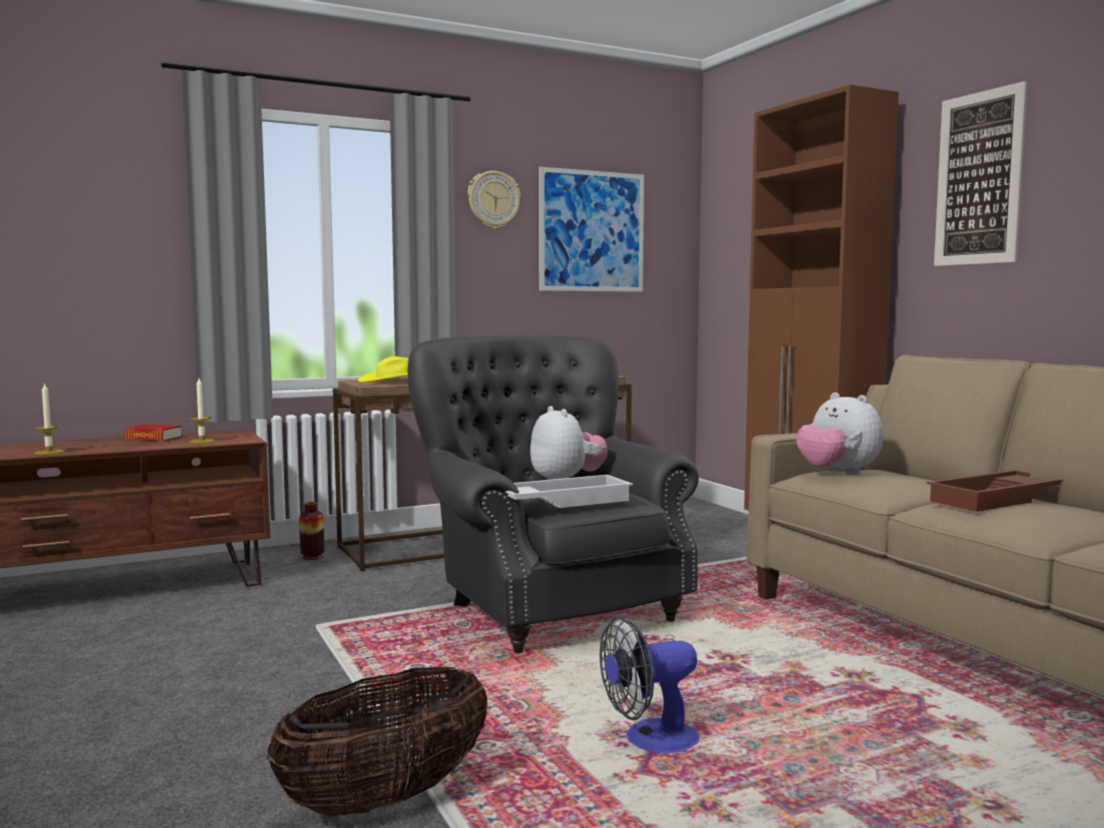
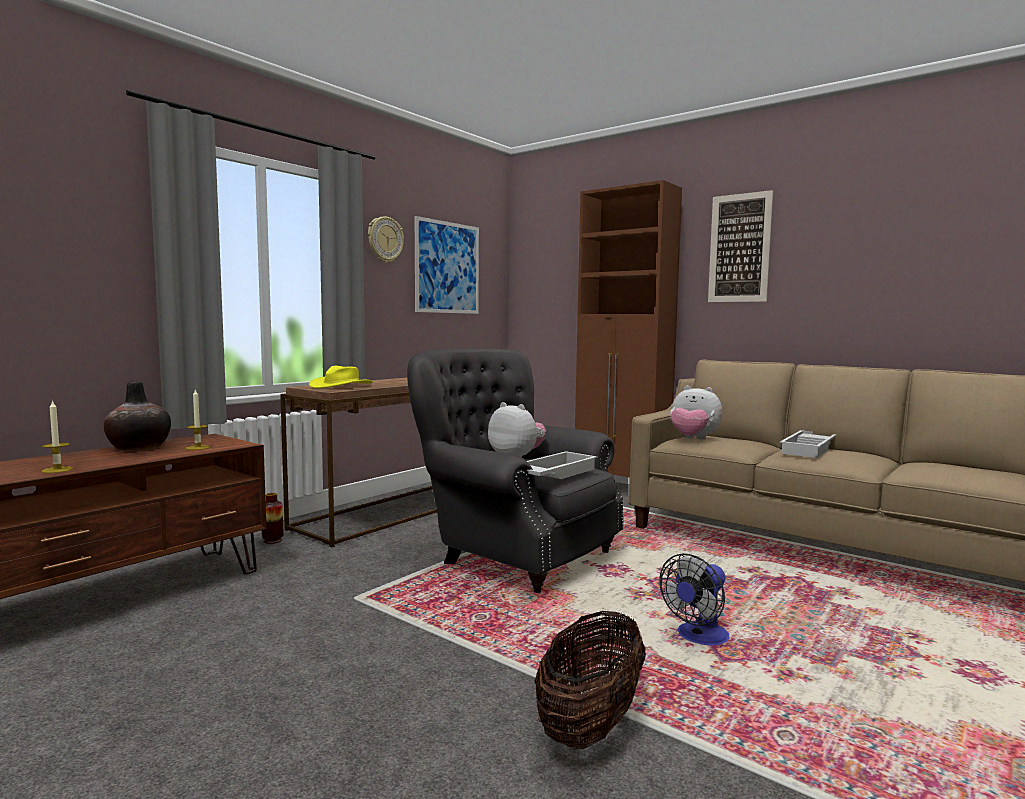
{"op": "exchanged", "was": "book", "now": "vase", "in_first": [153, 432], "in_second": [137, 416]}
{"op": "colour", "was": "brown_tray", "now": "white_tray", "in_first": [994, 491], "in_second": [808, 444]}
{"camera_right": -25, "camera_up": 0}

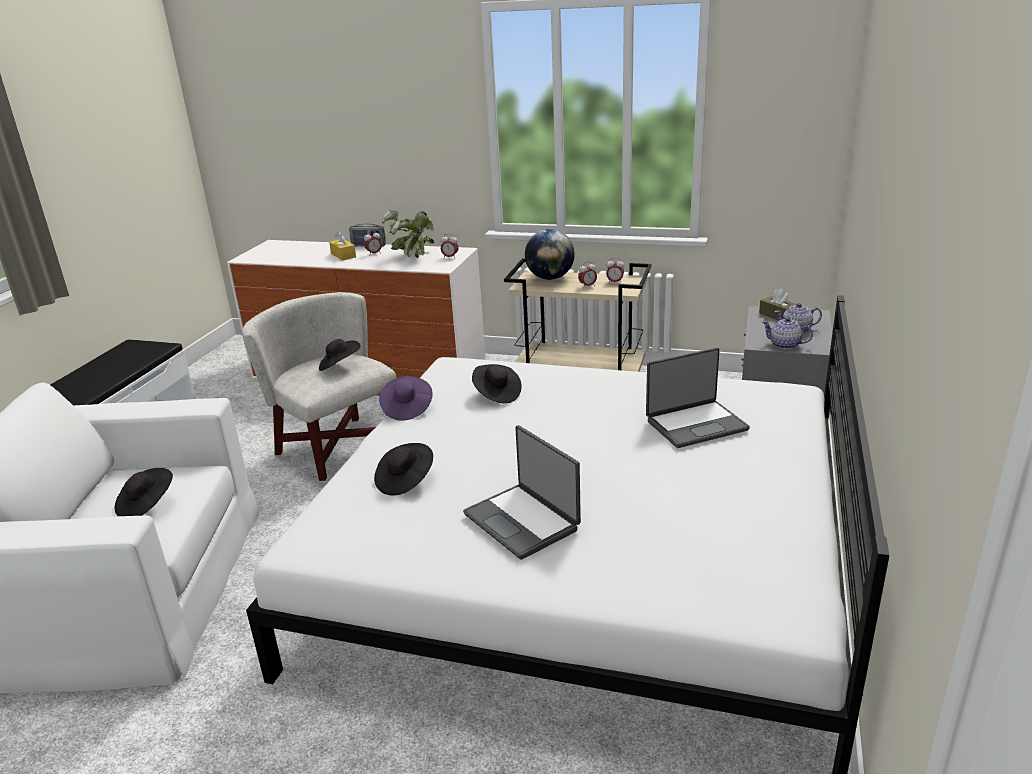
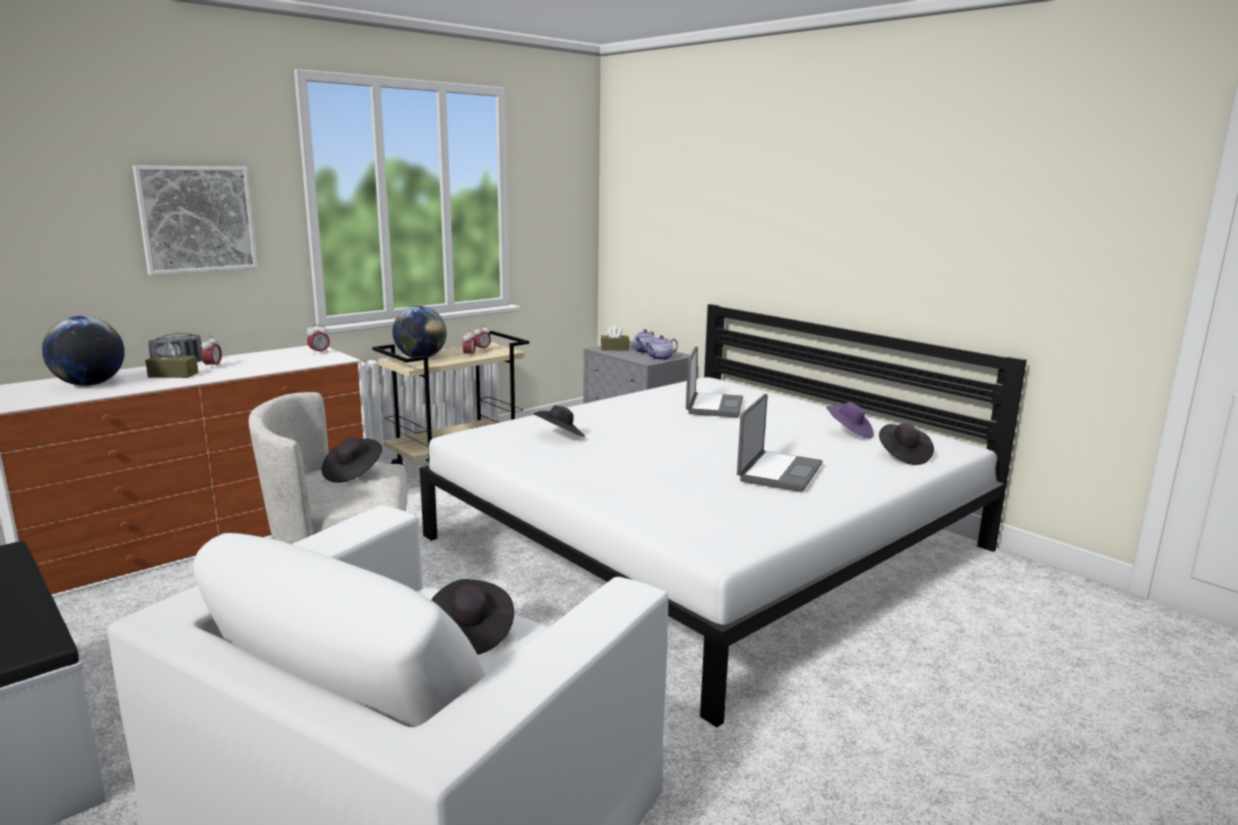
{"op": "missing", "was": "potted_plant", "in_first": [408, 234]}
{"op": "colour", "was": "yellow_tissue_box", "now": "brown_tissue_box", "in_first": [342, 245], "in_second": [171, 360]}
{"op": "relocated", "was": "purple_hat", "in_first": [406, 398], "in_second": [850, 420]}
{"op": "spun", "was": "laptop", "in_first": [522, 492], "in_second": [780, 443], "clockwise": -60}
{"op": "relocated", "was": "black_hat", "in_first": [403, 469], "in_second": [906, 444]}
{"op": "appeared", "now": "picture", "in_second": [195, 220]}
{"op": "appeared", "now": "globe", "in_second": [83, 351]}
{"camera_right": -60, "camera_up": -10}

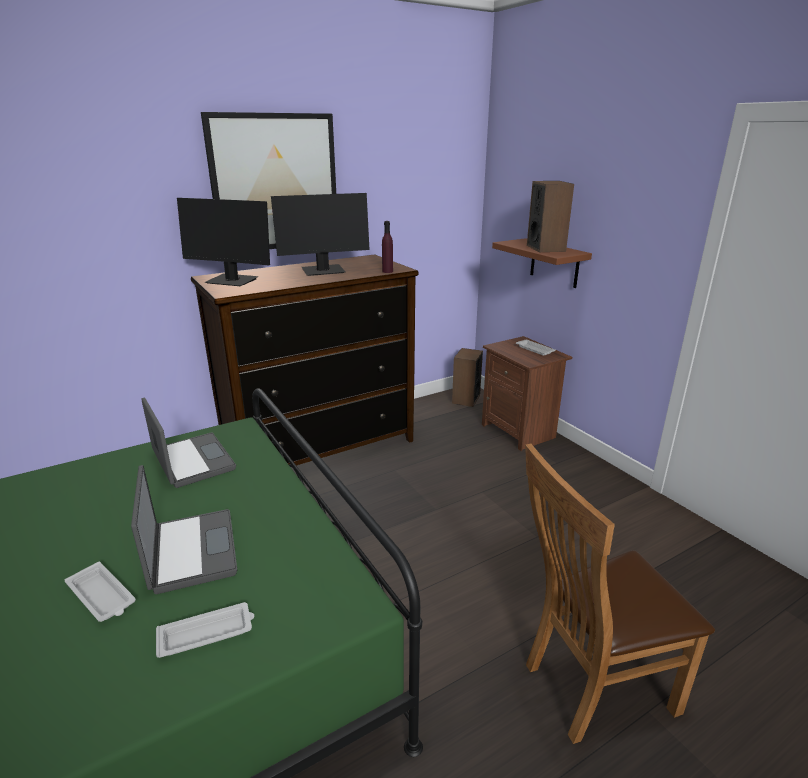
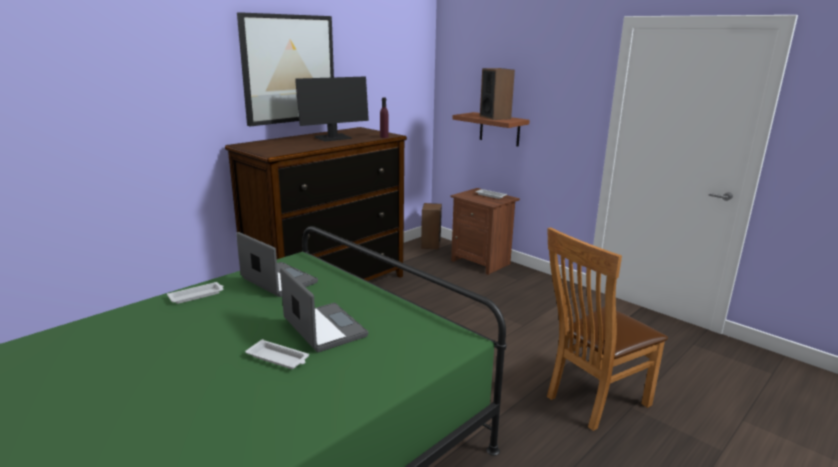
{"op": "missing", "was": "monitor", "in_first": [223, 242]}
{"op": "relocated", "was": "white_tray", "in_first": [205, 630], "in_second": [195, 293]}
{"camera_right": -15, "camera_up": -5}

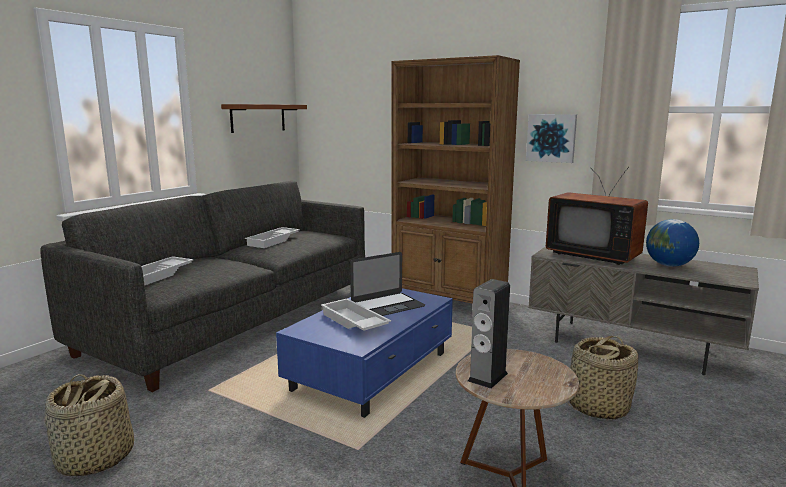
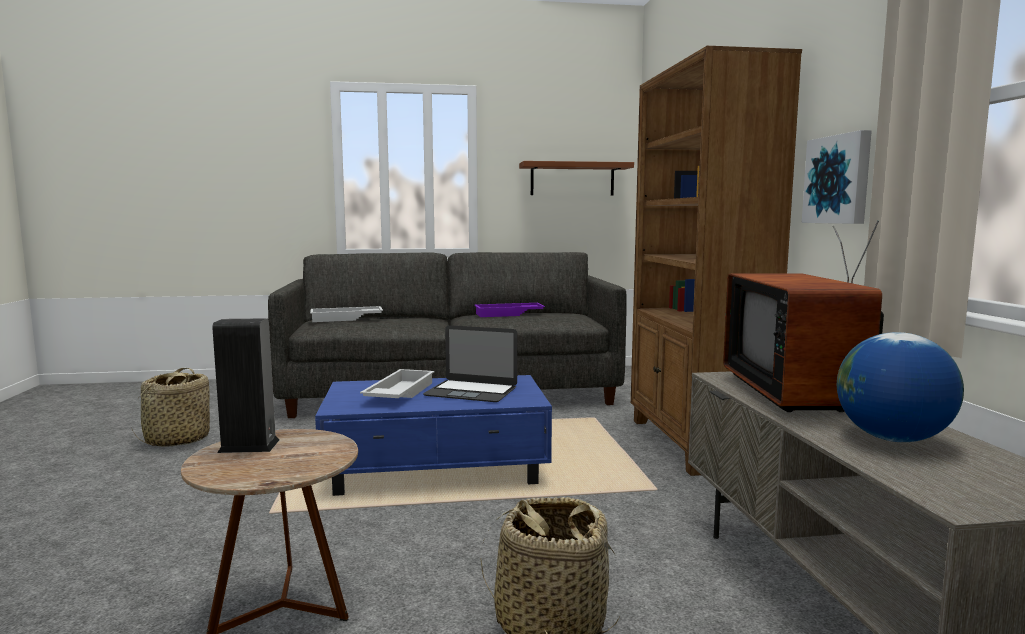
{"op": "colour", "was": "white_tray", "now": "purple_tray", "in_first": [272, 237], "in_second": [509, 310]}
{"camera_right": 50, "camera_up": -5}

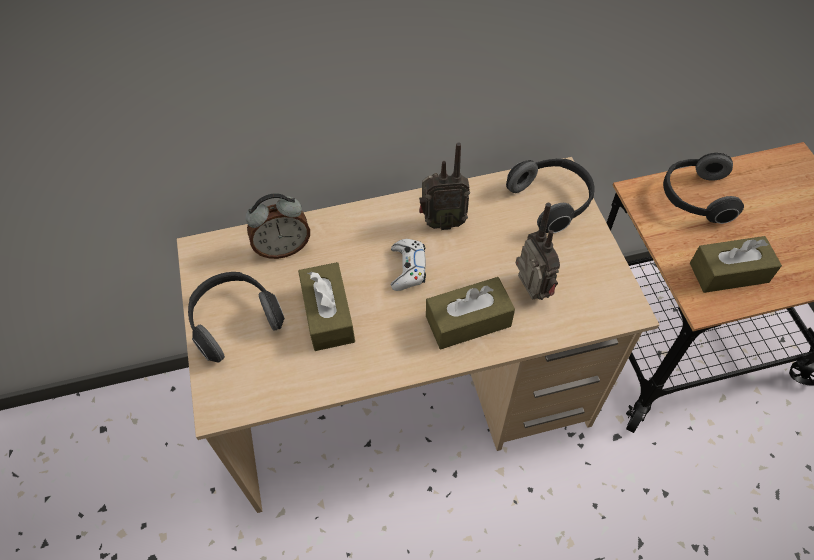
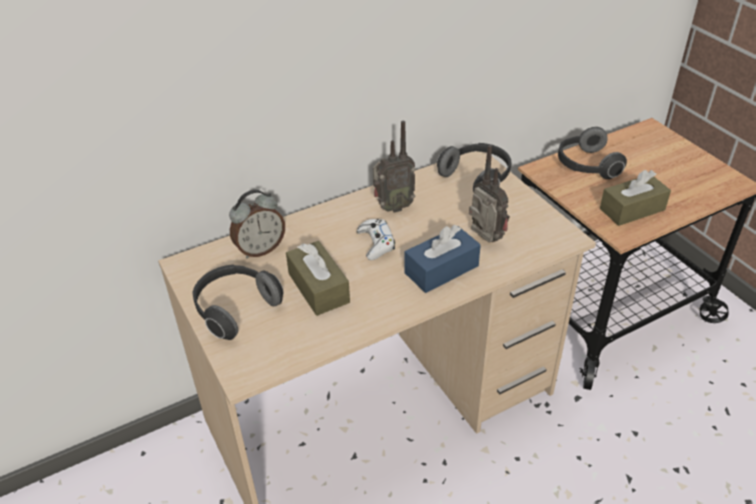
{"op": "colour", "was": "brown_tissue_box", "now": "blue_tissue_box", "in_first": [470, 313], "in_second": [442, 259]}
{"camera_right": -15, "camera_up": -15}

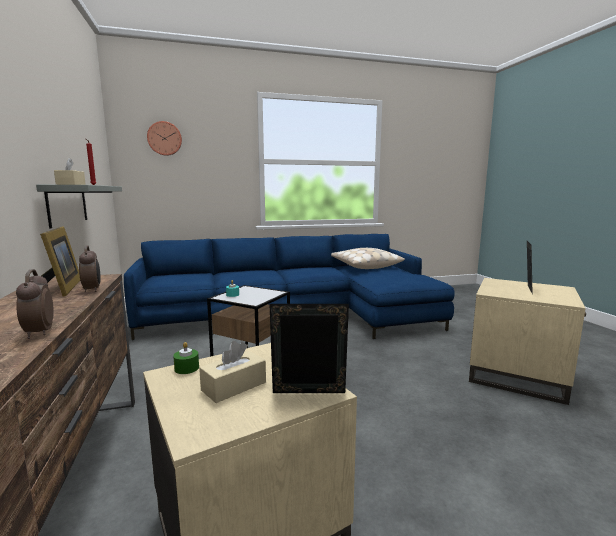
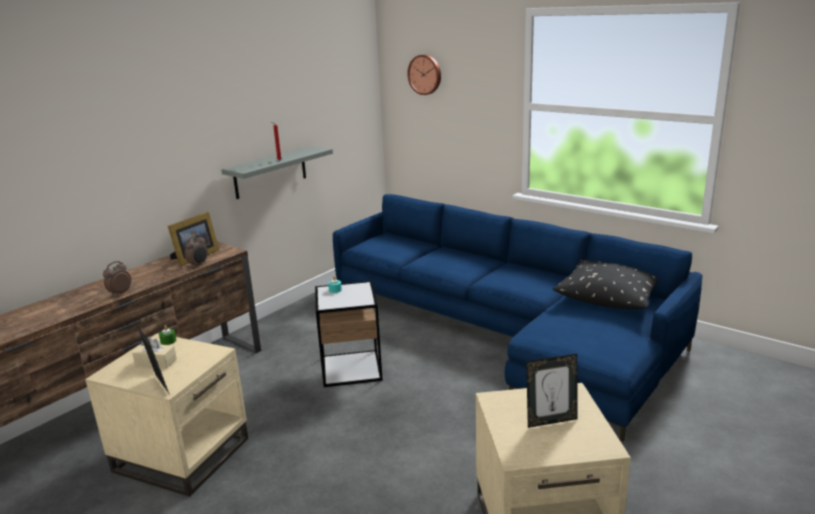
{"op": "missing", "was": "beige_tissue_box", "in_first": [70, 171]}
{"op": "colour", "was": "beige_pillow", "now": "black_pillow", "in_first": [368, 258], "in_second": [605, 284]}
{"camera_right": 55, "camera_up": 10}

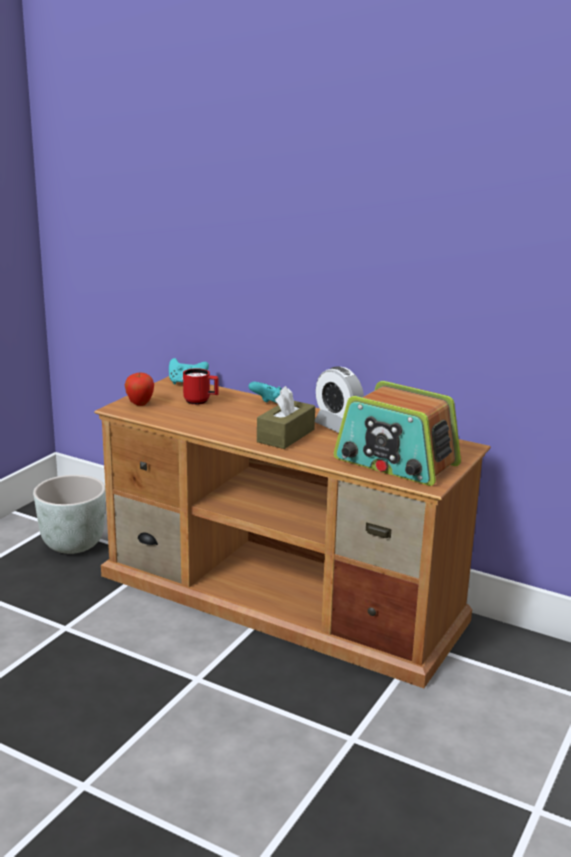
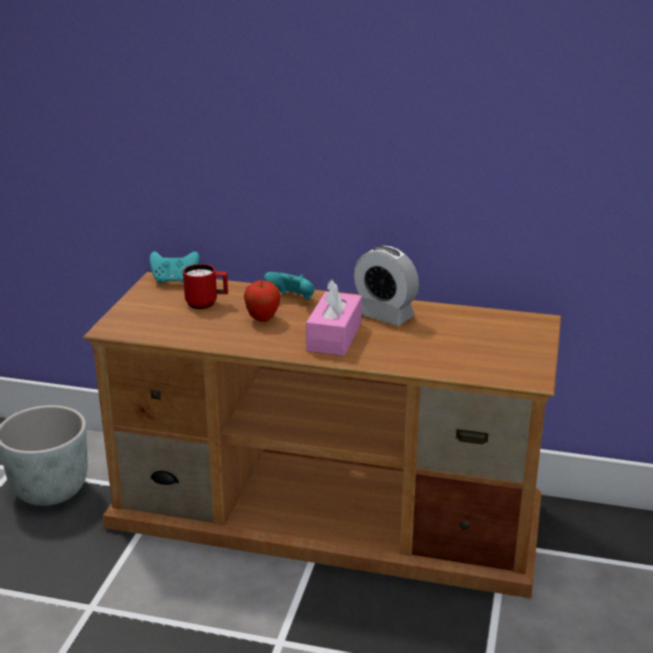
{"op": "relocated", "was": "apple", "in_first": [139, 389], "in_second": [262, 301]}
{"op": "missing", "was": "radio", "in_first": [397, 433]}
{"op": "colour", "was": "brown_tissue_box", "now": "pink_tissue_box", "in_first": [286, 417], "in_second": [334, 317]}
{"camera_right": -15, "camera_up": 5}

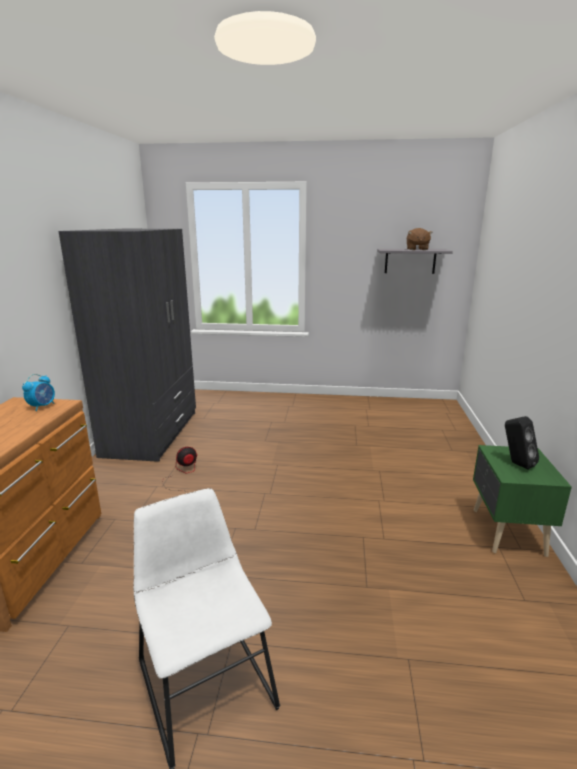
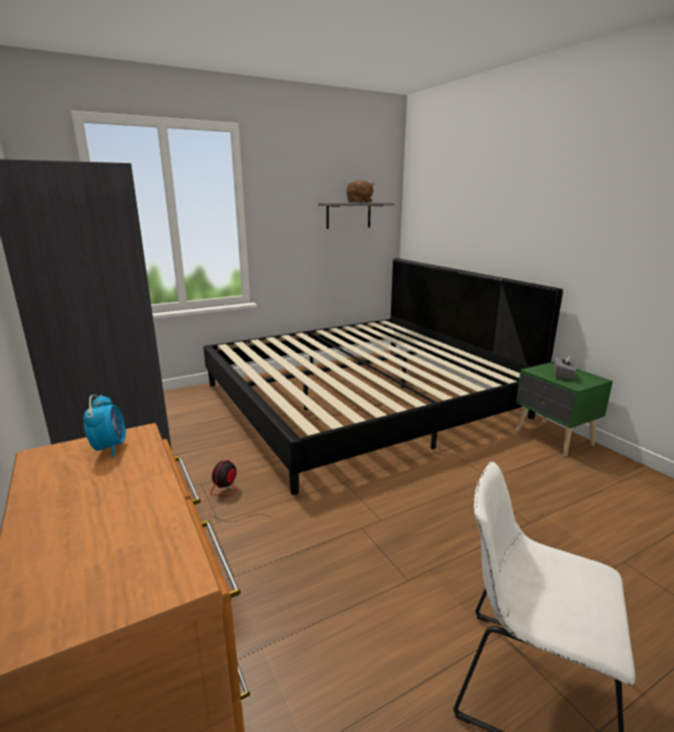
{"op": "exchanged", "was": "black_speaker", "now": "grey_tissue_box", "in_first": [522, 442], "in_second": [565, 367]}
{"op": "appeared", "now": "bed", "in_second": [383, 376]}
{"camera_right": -35, "camera_up": 0}

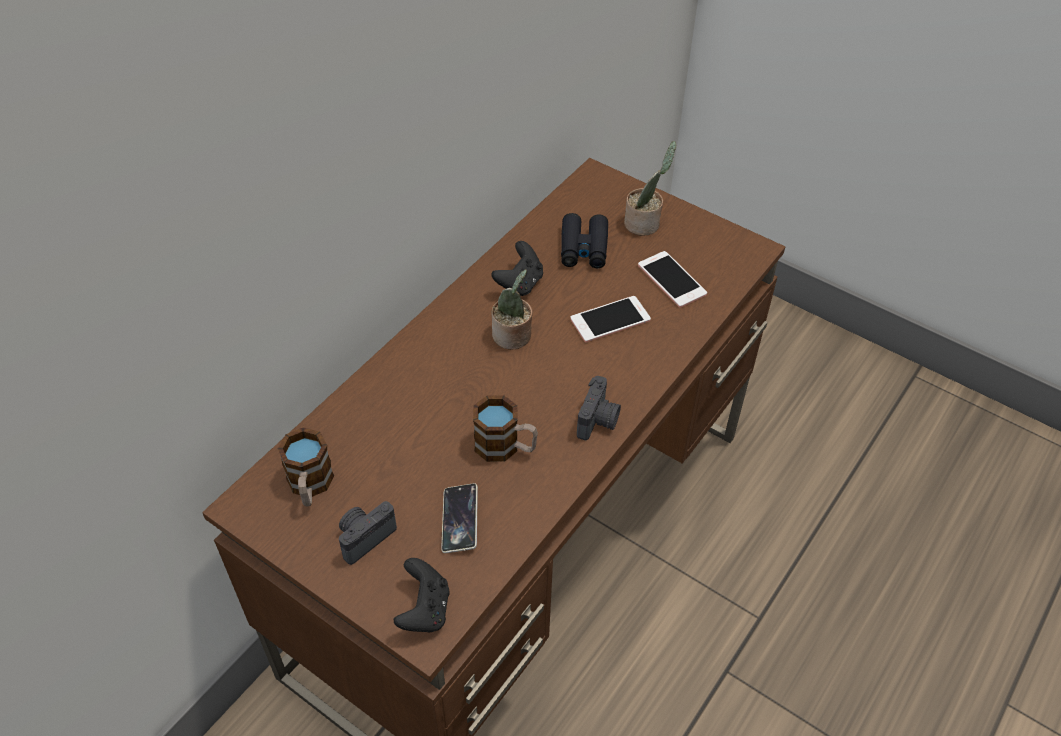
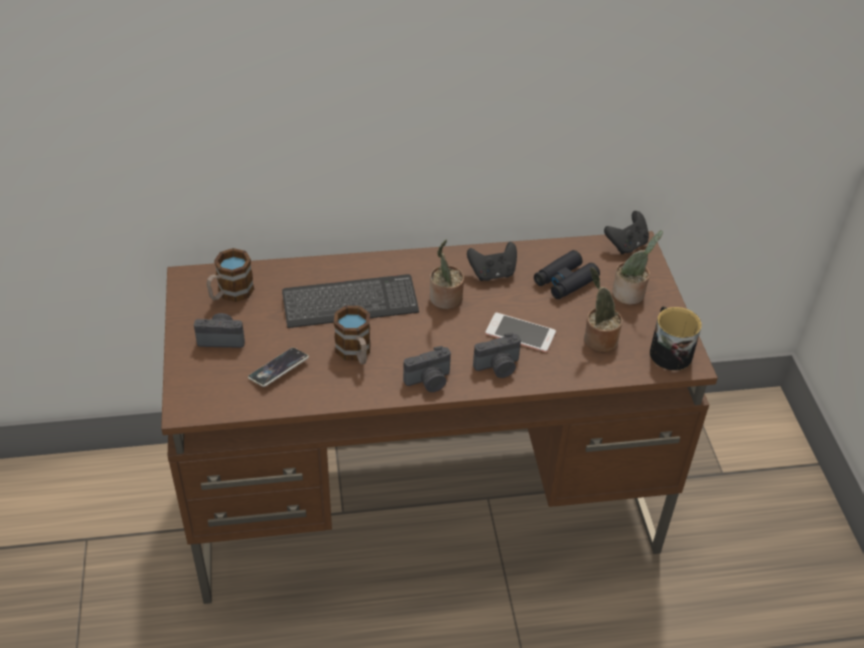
{"op": "exchanged", "was": "phone", "now": "potted_plant", "in_first": [672, 279], "in_second": [603, 310]}
{"op": "relocated", "was": "black_game_controller", "in_first": [421, 595], "in_second": [626, 232]}
{"op": "appeared", "now": "keyboard", "in_second": [350, 301]}
{"op": "appeared", "now": "mug", "in_second": [676, 338]}
{"op": "appeared", "now": "photo_camera", "in_second": [497, 355]}
{"camera_right": 45, "camera_up": -5}

